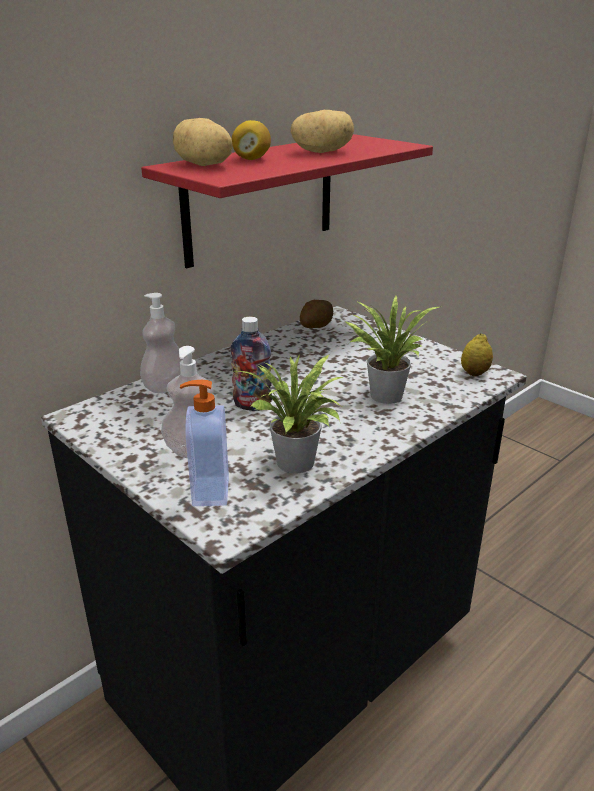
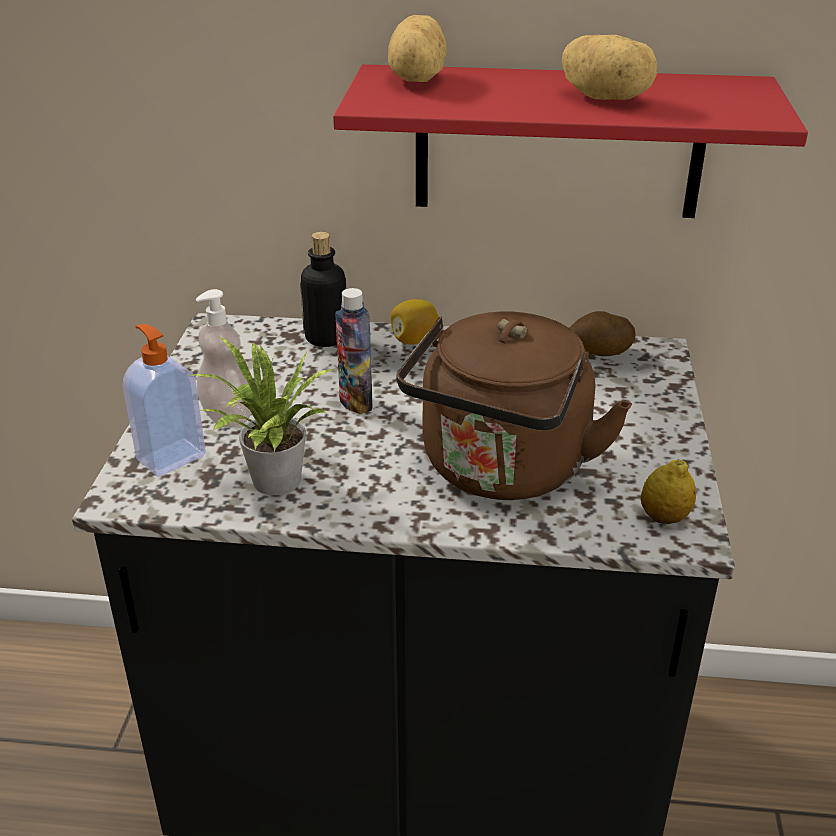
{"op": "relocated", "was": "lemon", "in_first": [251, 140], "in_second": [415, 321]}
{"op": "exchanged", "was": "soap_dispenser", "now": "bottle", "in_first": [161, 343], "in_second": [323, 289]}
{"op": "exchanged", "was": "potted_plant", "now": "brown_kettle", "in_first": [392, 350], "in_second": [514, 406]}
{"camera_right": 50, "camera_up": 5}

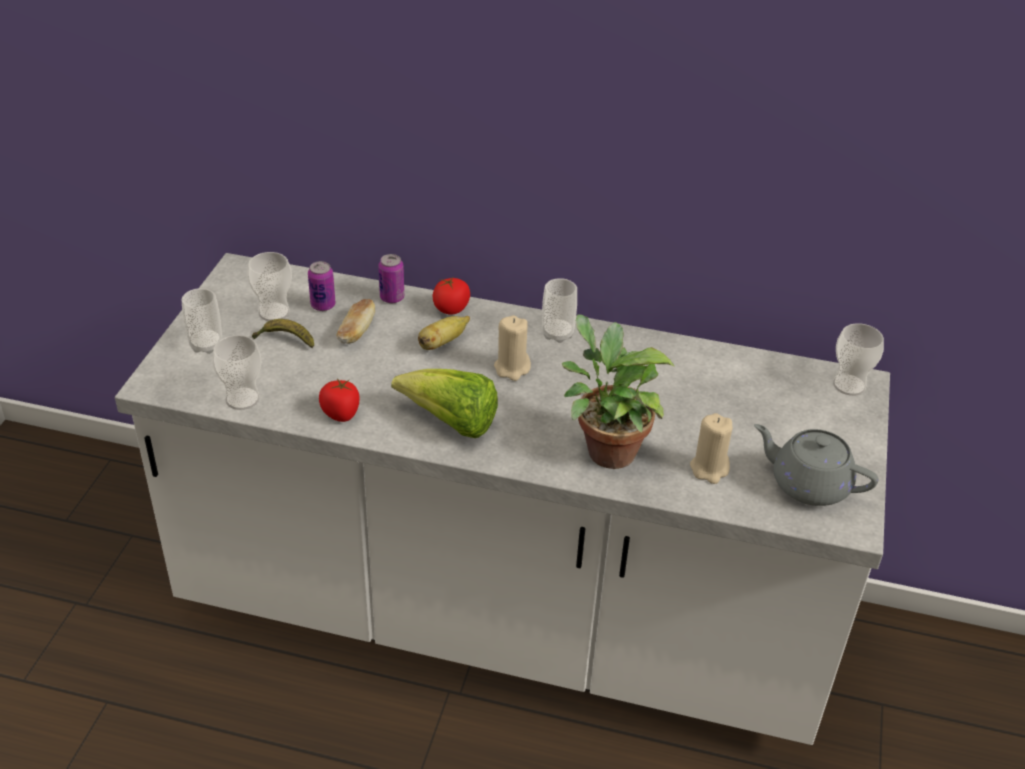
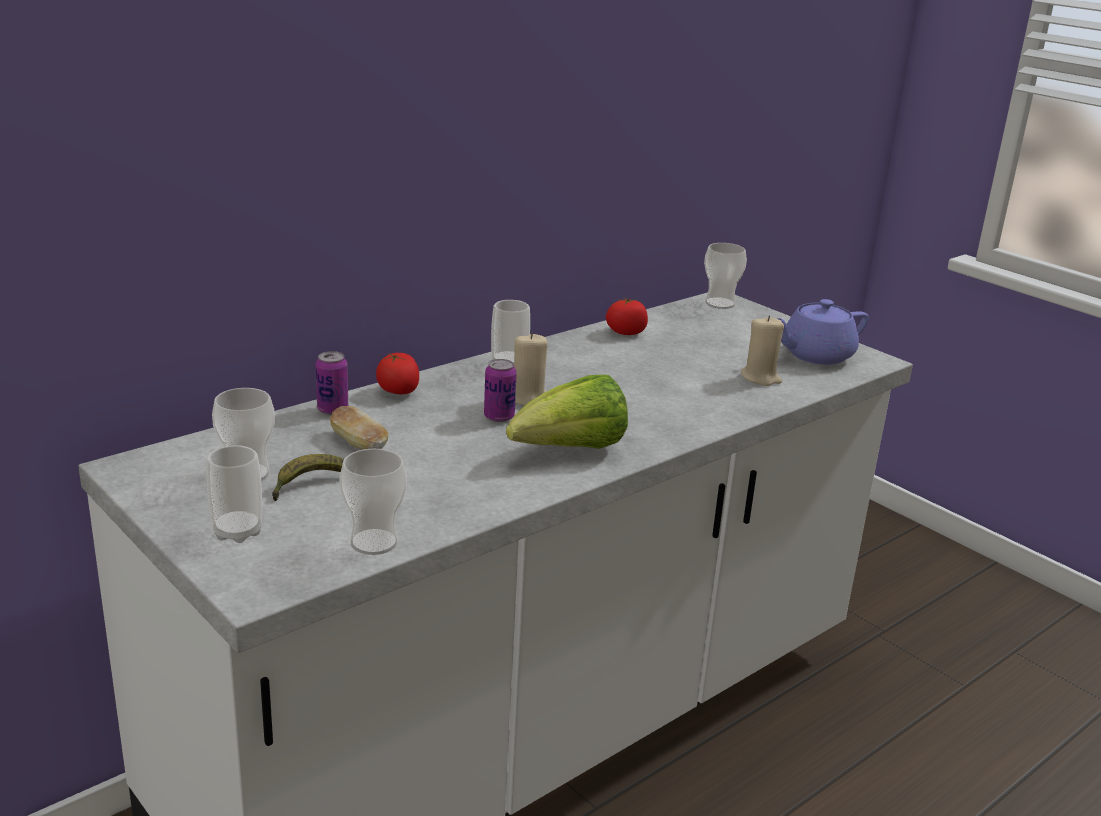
{"op": "relocated", "was": "can", "in_first": [321, 286], "in_second": [500, 390]}
{"op": "missing", "was": "potted_plant", "in_first": [618, 391]}
{"op": "missing", "was": "banana", "in_first": [444, 333]}
{"op": "relocated", "was": "tomato", "in_first": [339, 400], "in_second": [627, 316]}
{"op": "colour", "was": "grey_teapot", "now": "purple_teapot", "in_first": [816, 465], "in_second": [822, 332]}
{"camera_right": -55, "camera_up": -15}

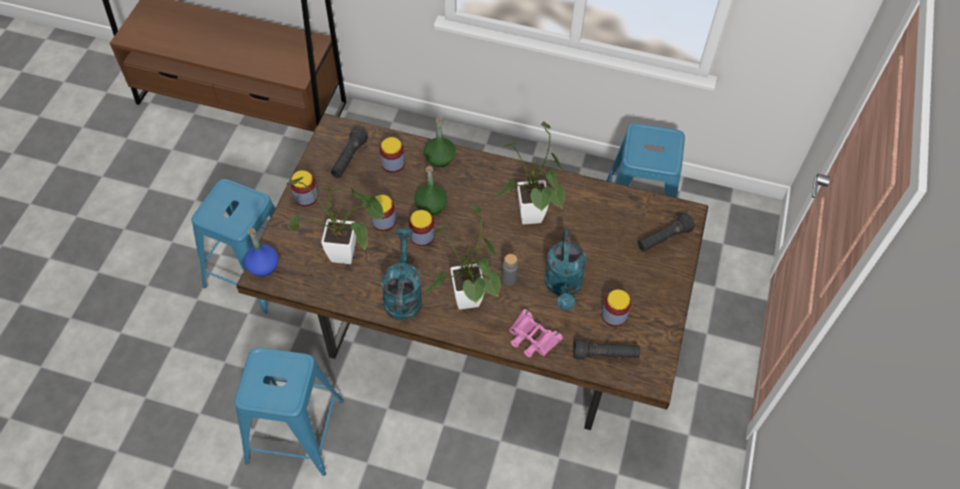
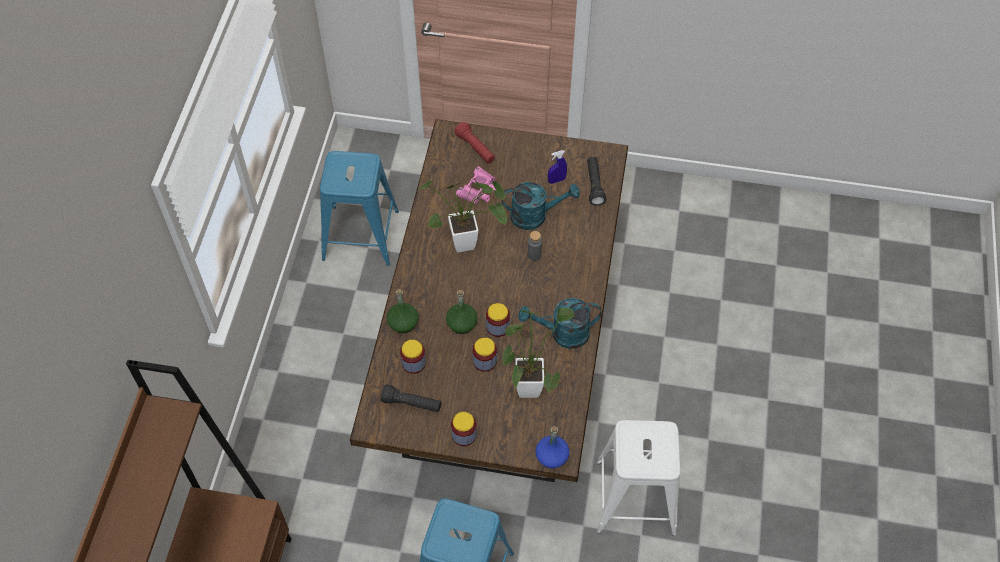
{"op": "missing", "was": "potted_plant", "in_first": [463, 257]}
{"op": "colour", "was": "black_flashlight", "now": "red_flashlight", "in_first": [666, 232], "in_second": [475, 143]}
{"op": "exchanged", "was": "jar", "now": "blue_spray_bottle", "in_first": [616, 308], "in_second": [557, 167]}
{"op": "relocated", "was": "pink_binoculars", "in_first": [536, 333], "in_second": [476, 185]}
{"op": "colour", "was": "blue_stool", "now": "white_stool", "in_first": [289, 411], "in_second": [638, 478]}
{"camera_right": -95, "camera_up": 0}

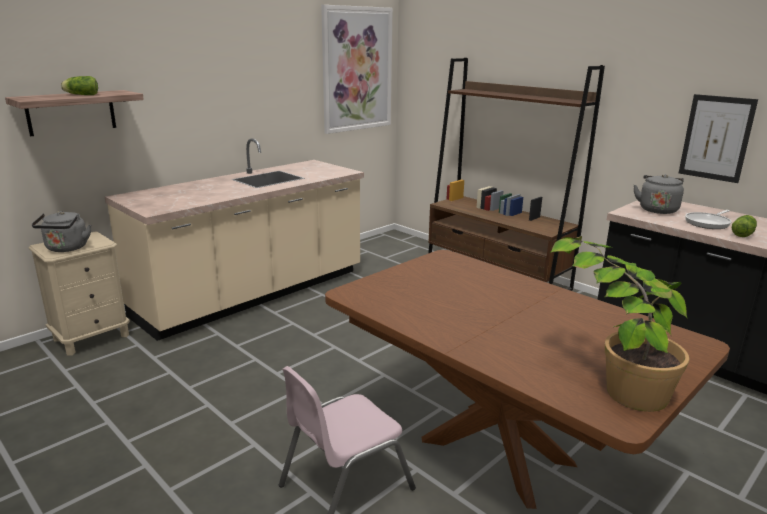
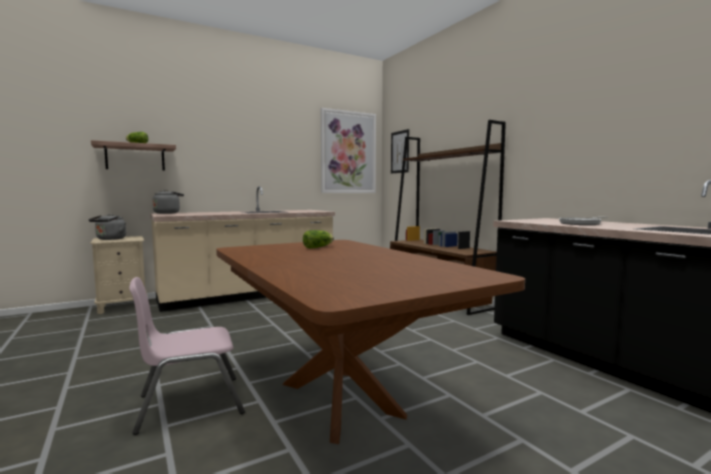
{"op": "relocated", "was": "picture", "in_first": [718, 138], "in_second": [400, 151]}
{"op": "relocated", "was": "grey_kettle", "in_first": [659, 194], "in_second": [168, 202]}
{"op": "relocated", "was": "lettuce", "in_first": [744, 226], "in_second": [318, 239]}
{"op": "missing", "was": "potted_plant", "in_first": [620, 324]}
{"camera_right": 15, "camera_up": -15}

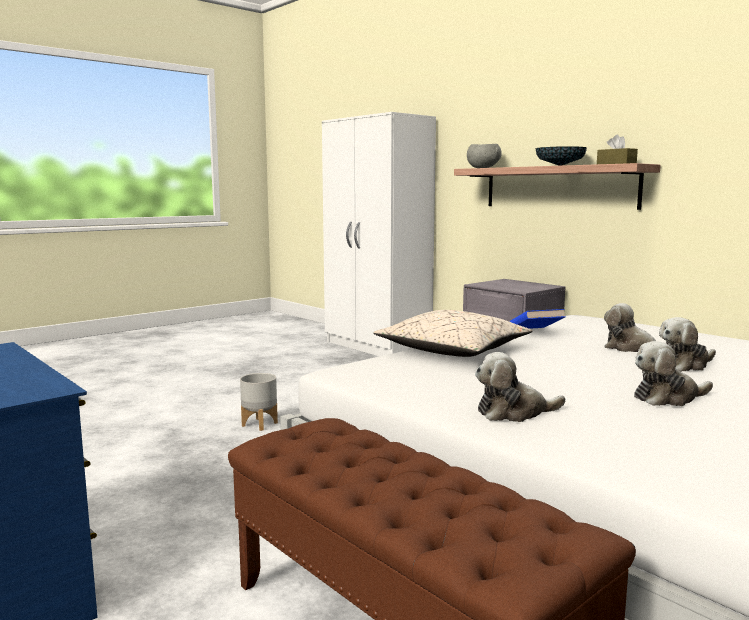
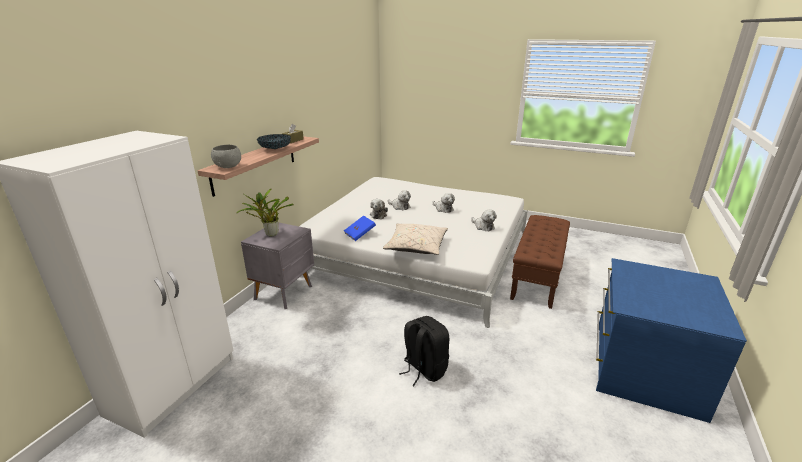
{"op": "exchanged", "was": "grey_planter", "now": "black_backpack", "in_first": [259, 402], "in_second": [424, 351]}
{"op": "appeared", "now": "potted_plant", "in_second": [265, 213]}
{"camera_right": -115, "camera_up": 15}

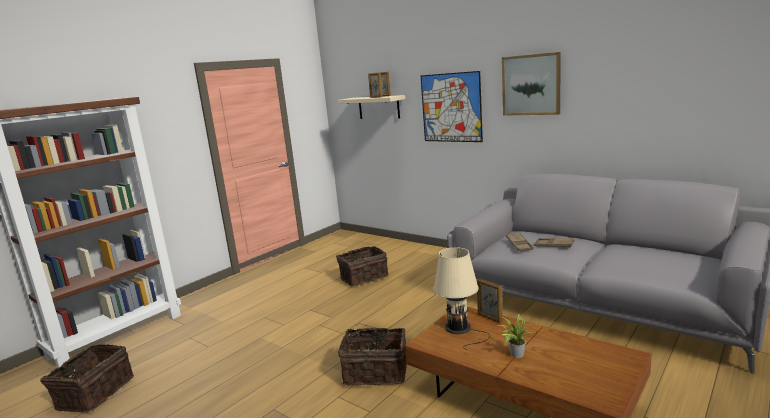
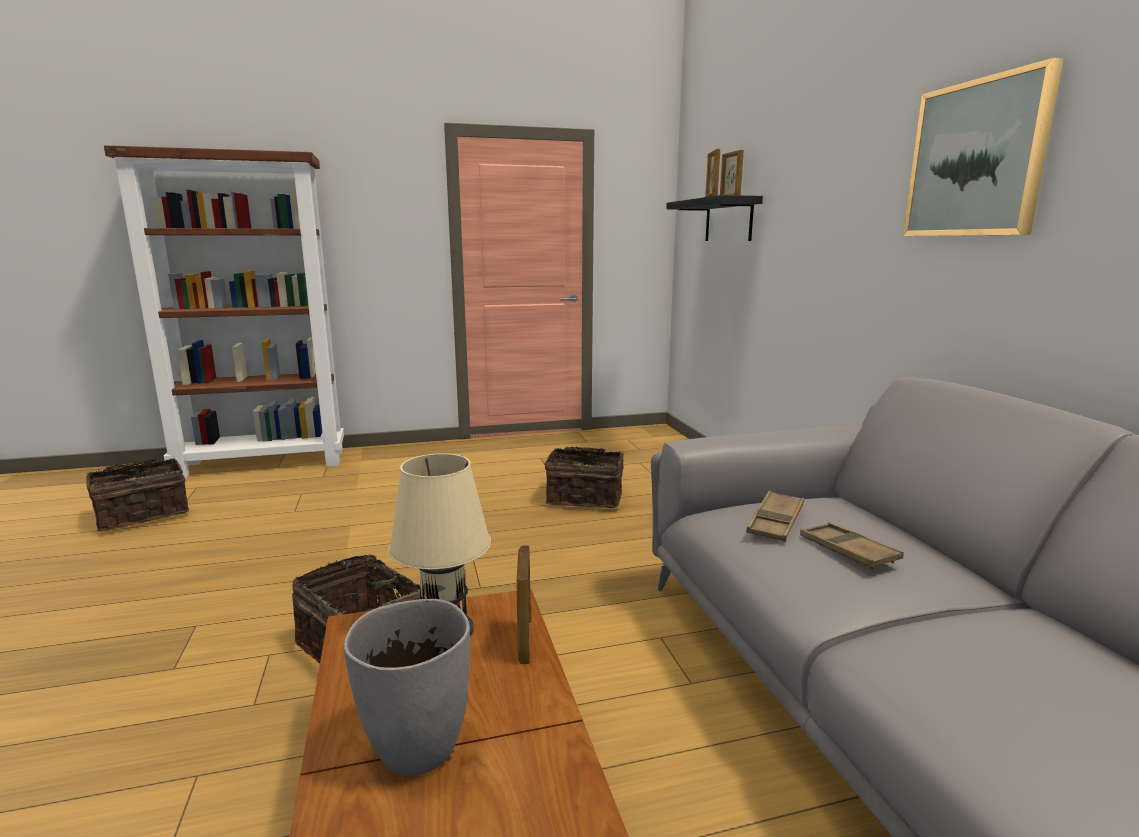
{"op": "missing", "was": "picture", "in_first": [452, 106]}
{"op": "colour", "was": "beige_shelf", "now": "black_shelf", "in_first": [371, 107], "in_second": [714, 218]}
{"op": "exchanged", "was": "potted_plant", "now": "grey_vase", "in_first": [515, 336], "in_second": [407, 687]}
{"camera_right": 35, "camera_up": 0}

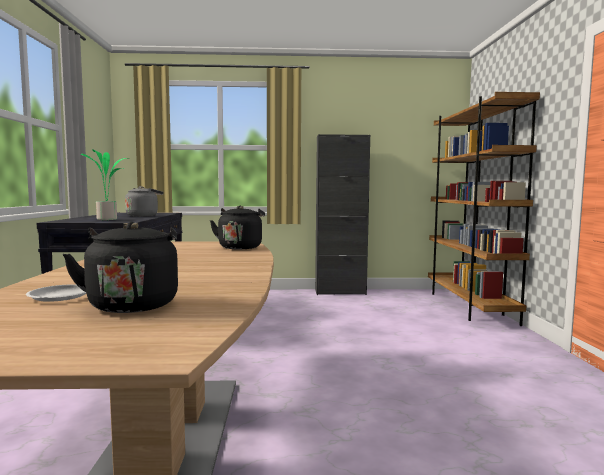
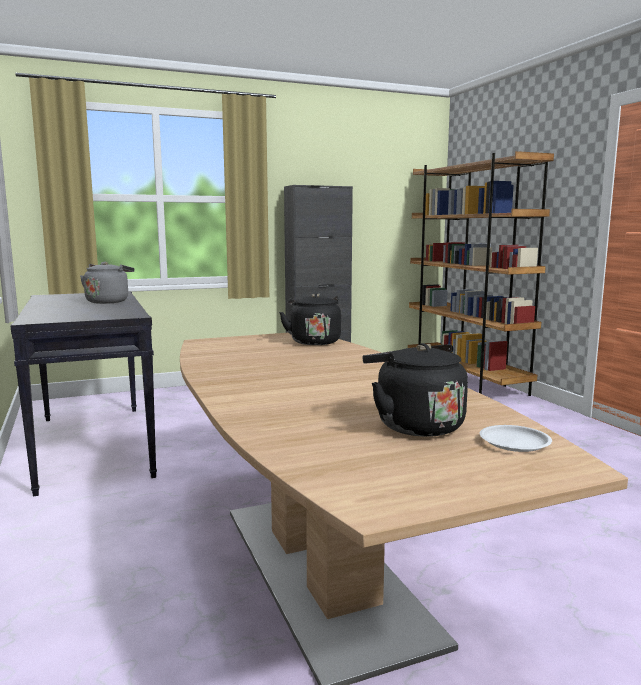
{"op": "missing", "was": "potted_plant", "in_first": [104, 184]}
{"op": "relocated", "was": "white_plate", "in_first": [56, 293], "in_second": [516, 438]}
{"camera_right": -20, "camera_up": 5}

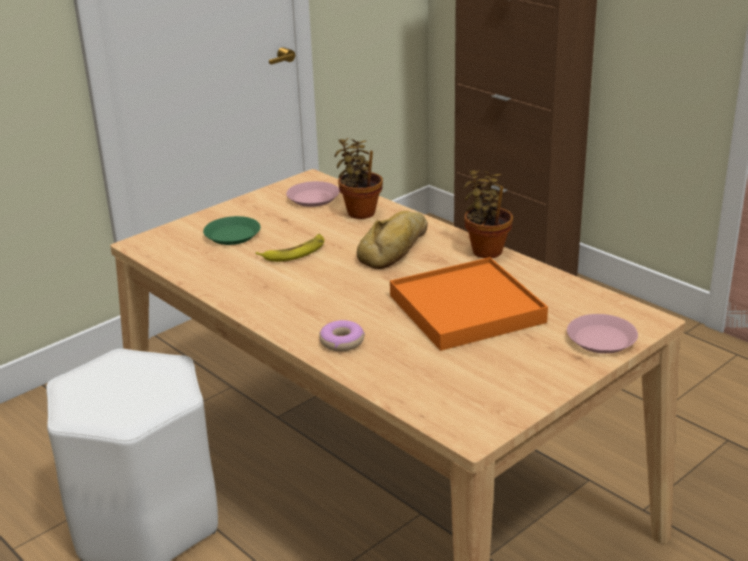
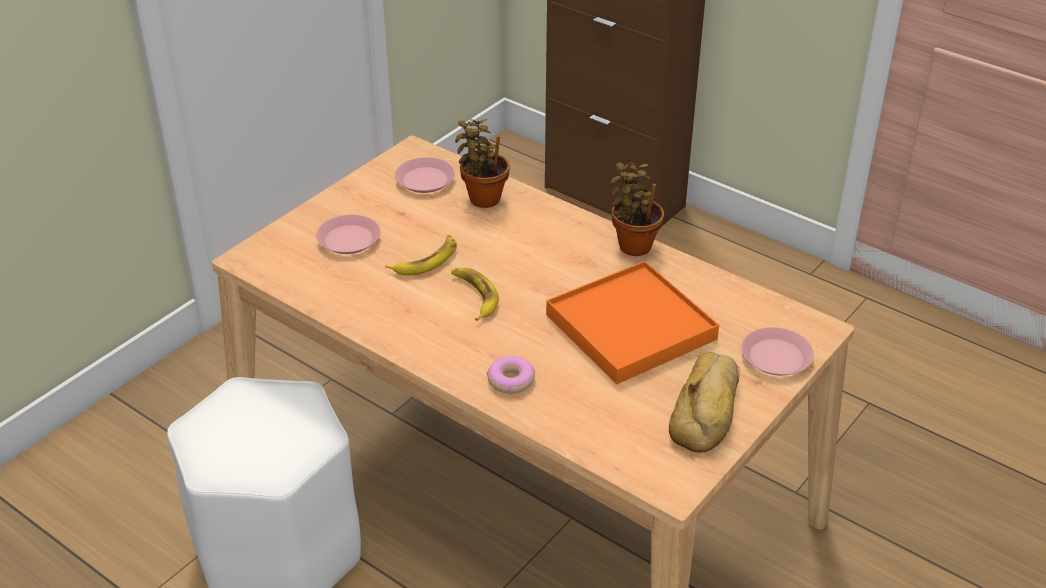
{"op": "relocated", "was": "bread", "in_first": [392, 240], "in_second": [704, 402]}
{"op": "colour", "was": "green_plate", "now": "pink_plate", "in_first": [232, 230], "in_second": [348, 234]}
{"op": "appeared", "now": "banana", "in_second": [475, 294]}
{"camera_right": -10, "camera_up": 10}

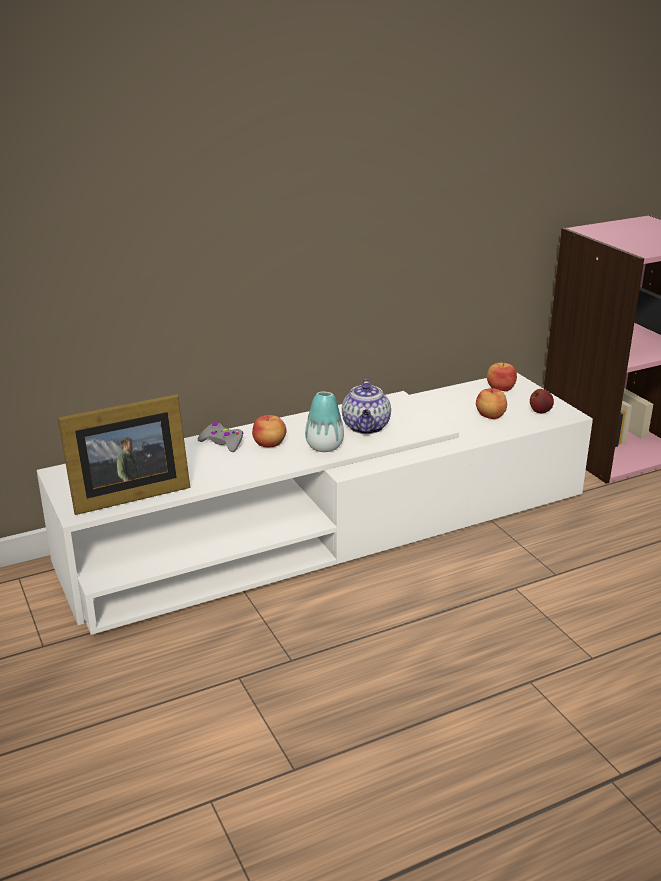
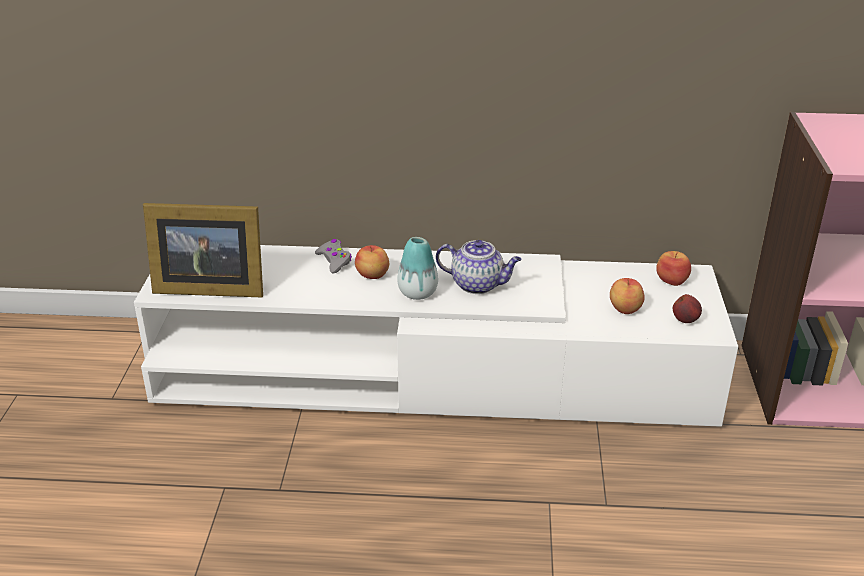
{"op": "spun", "was": "teapot", "in_first": [366, 406], "in_second": [478, 267], "clockwise": -105}
{"camera_right": 30, "camera_up": 5}

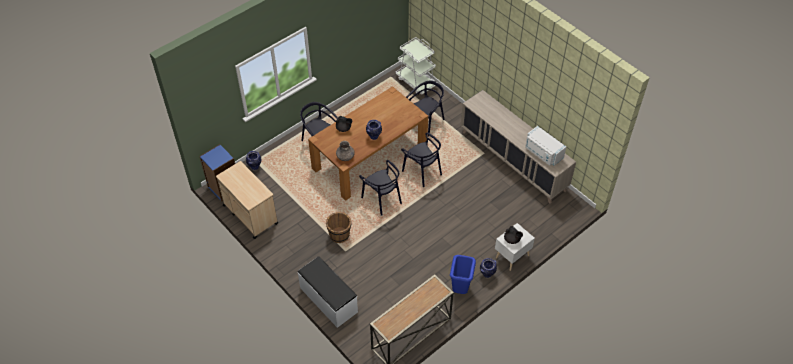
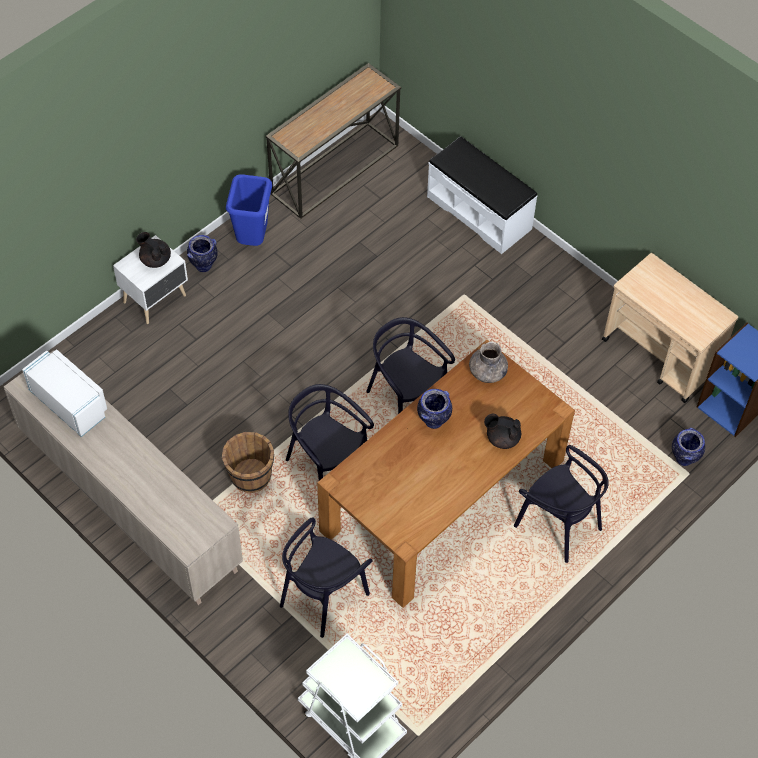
{"op": "relocated", "was": "brown_bucket", "in_first": [339, 227], "in_second": [248, 462]}
{"camera_right": 175, "camera_up": 5}

